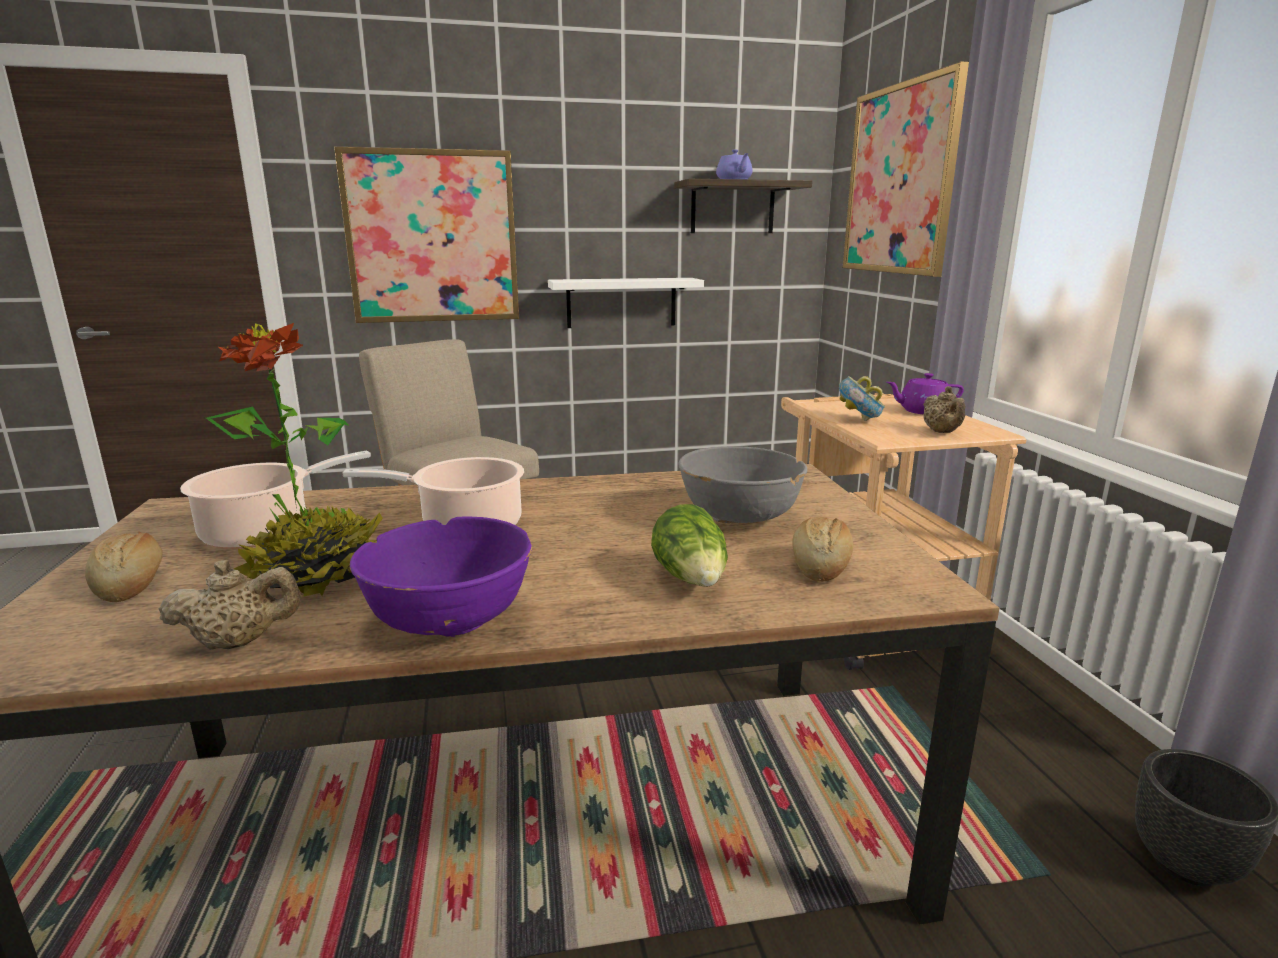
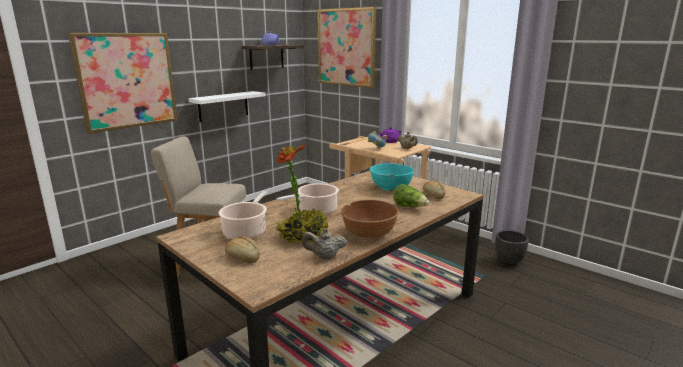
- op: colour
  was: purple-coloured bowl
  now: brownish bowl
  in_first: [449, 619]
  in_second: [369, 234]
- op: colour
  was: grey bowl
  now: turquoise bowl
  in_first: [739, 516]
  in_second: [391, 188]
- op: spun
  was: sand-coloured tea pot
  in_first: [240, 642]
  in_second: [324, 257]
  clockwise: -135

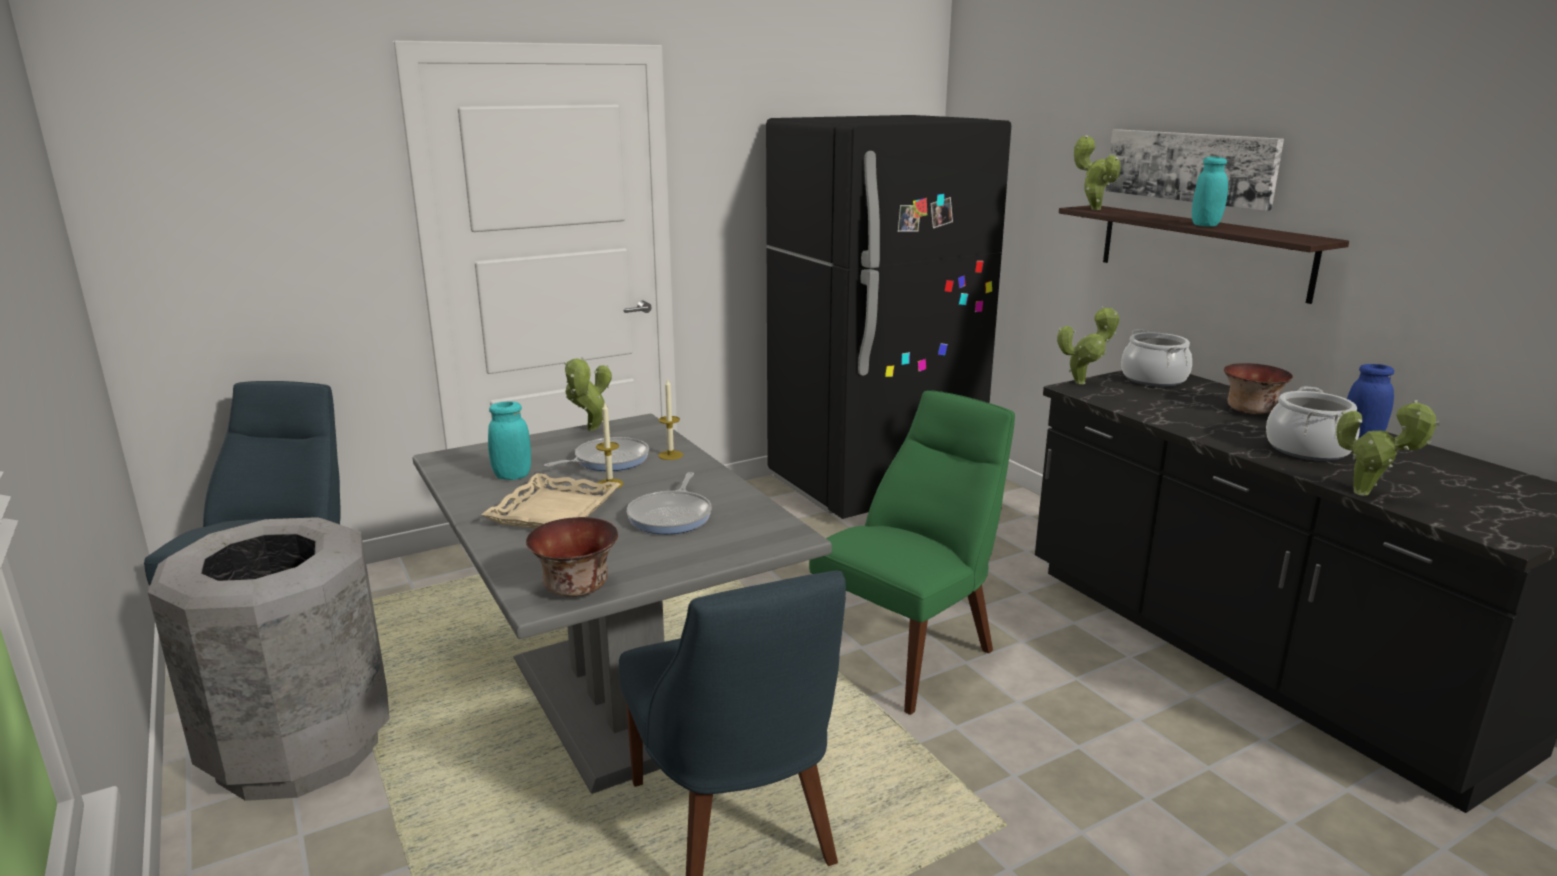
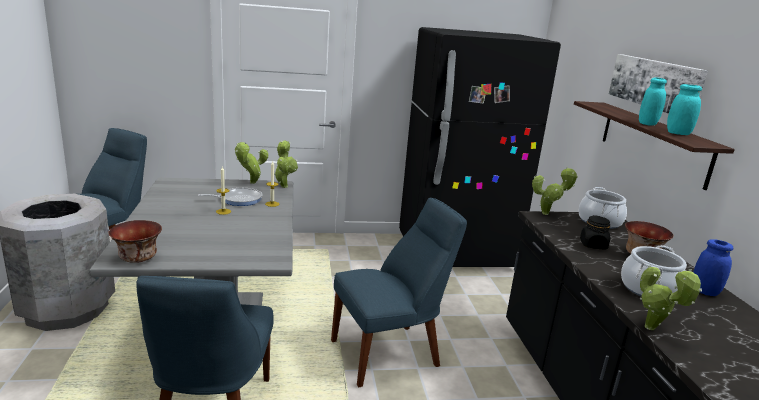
- op: missing
  was: sand-coloured carrying tray
  in_first: [555, 512]
- op: missing
  was: pan
  in_first: [672, 516]
- op: appeared
  now: blackish storage jar
  in_second: [593, 245]
- op: relocated
  was: turquoise storage jar
  in_first: [512, 476]
  in_second: [678, 133]
- op: relocated
  was: potted plant
  in_first: [1092, 209]
  in_second: [284, 186]
- op: colour
  was: green-coloured upright chair
  now: bluish upright chair
  in_first: [910, 653]
  in_second: [389, 353]

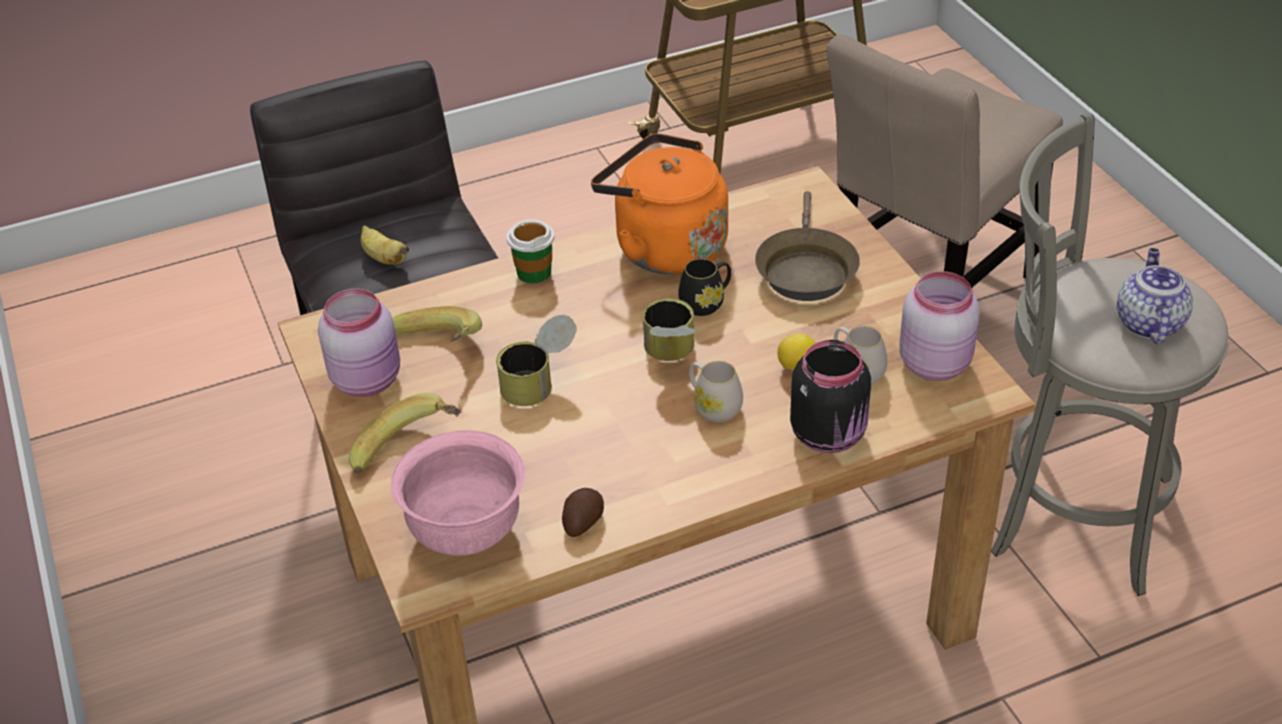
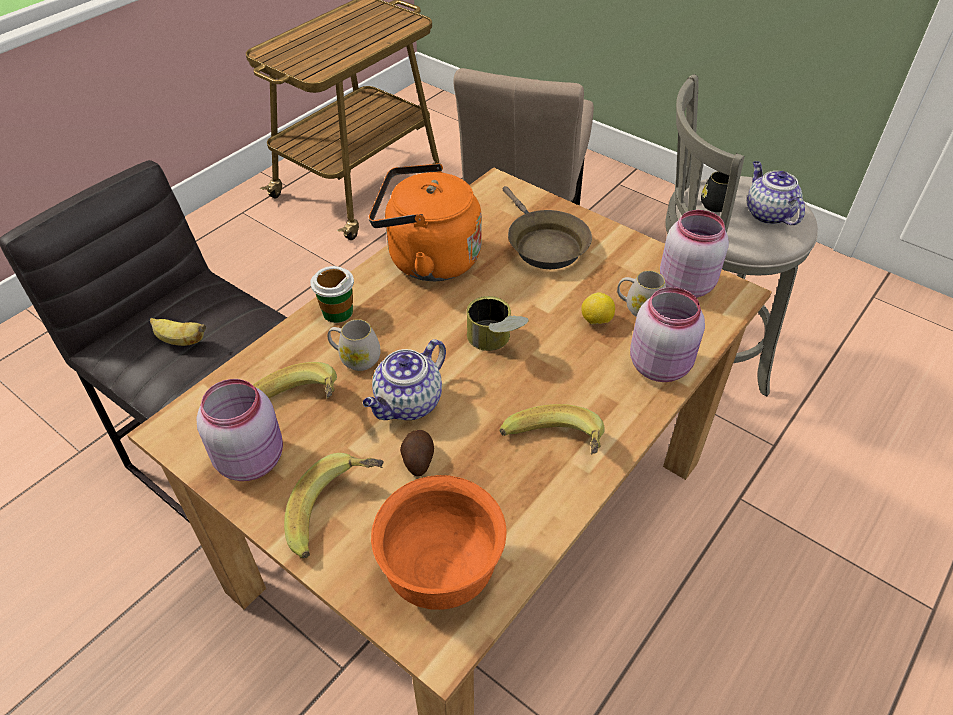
- op: appeared
  now: banana fruit
  in_second: [554, 450]
- op: relocated
  was: whole potato
  in_first: [582, 521]
  in_second: [417, 459]
- op: relocated
  was: blackish coffee mug
  in_first: [706, 302]
  in_second: [716, 202]
- op: relocated
  was: white-coloured coffee mug
  in_first: [713, 406]
  in_second: [355, 358]
- op: exchanged
  was: can
  now: tea pot
  in_first: [540, 382]
  in_second: [408, 404]
- op: colour
  was: pinkish bowl
  now: orange bowl
  in_first: [467, 532]
  in_second: [441, 572]
- op: colour
  was: blackish storage jar
  now: pinkish storage jar
  in_first: [830, 434]
  in_second: [660, 364]

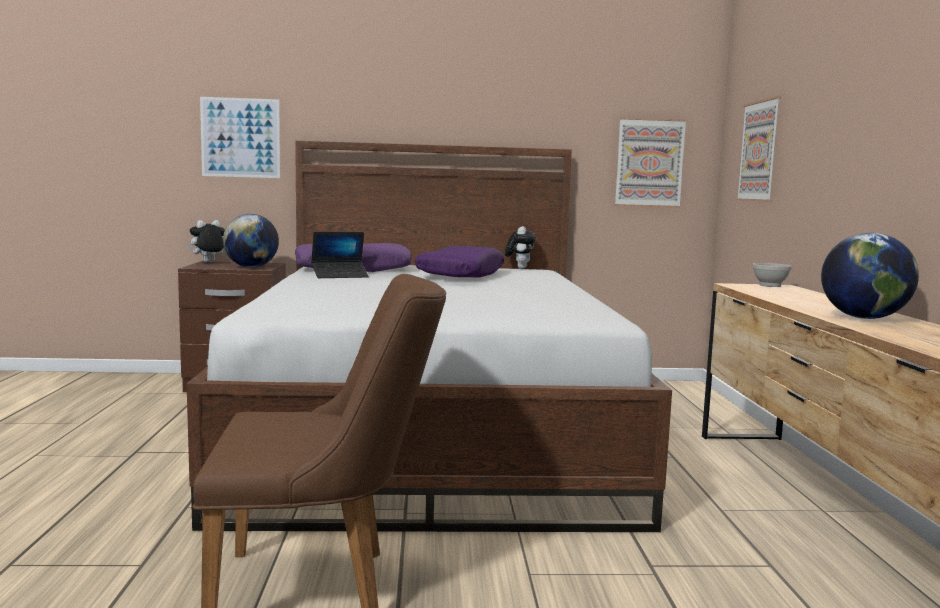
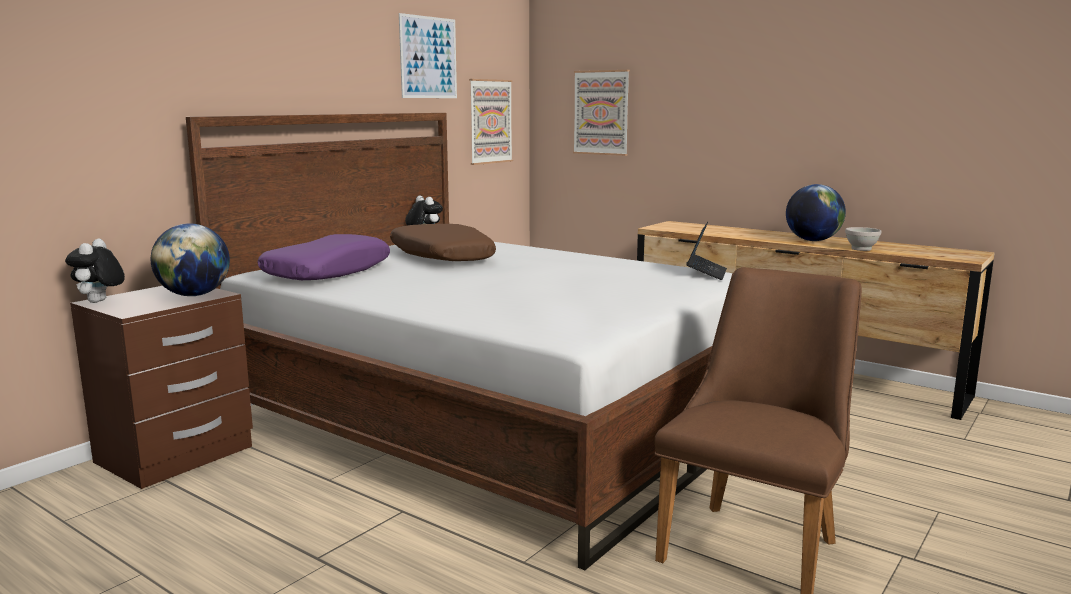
- op: relocated
  was: wall picture
  in_first: [240, 137]
  in_second: [428, 57]
- op: relocated
  was: laptop
  in_first: [340, 276]
  in_second: [706, 273]
- op: relocated
  was: white-coloured bowl
  in_first: [770, 285]
  in_second: [862, 249]
- op: colour
  was: purple-coloured pillow
  now: brownish pillow
  in_first: [460, 275]
  in_second: [440, 257]

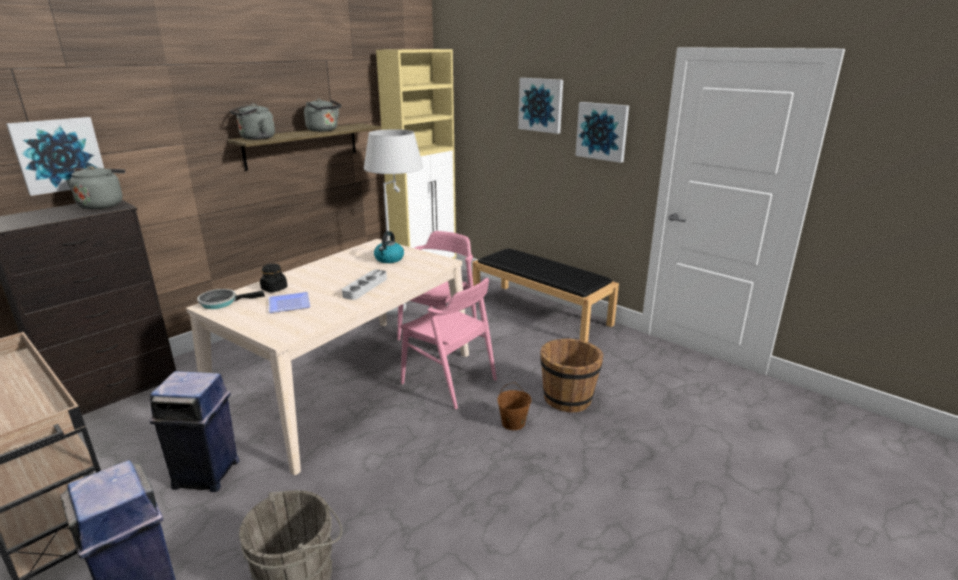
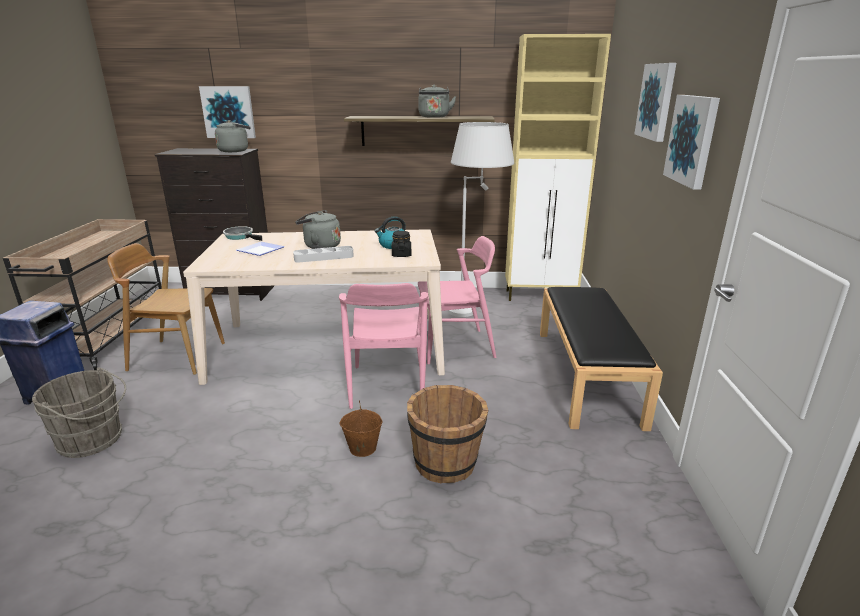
- op: relocated
  was: grey water kettle
  in_first: [255, 138]
  in_second: [320, 246]
- op: relocated
  was: blackish storage jar
  in_first: [274, 289]
  in_second: [401, 255]
- op: exchanged
  was: bluish waste bin
  now: brownish upright chair
  in_first: [207, 474]
  in_second: [177, 356]

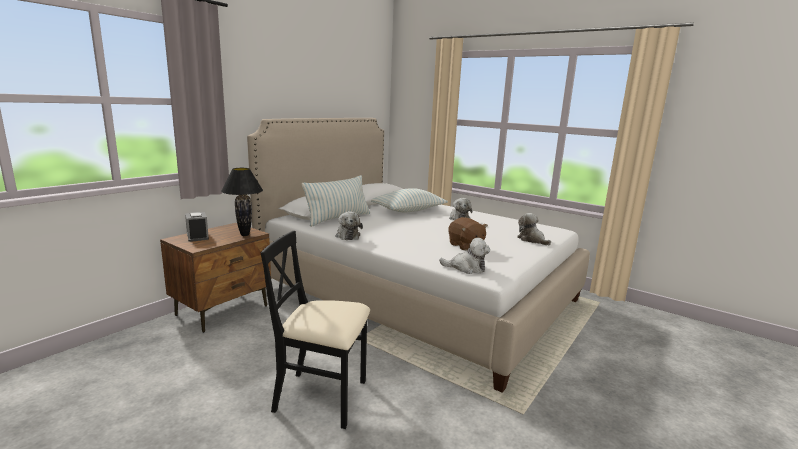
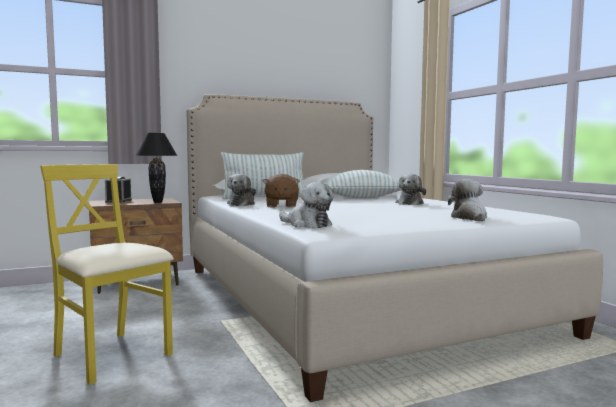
- op: relocated
  was: brownish soft toy
  in_first: [465, 246]
  in_second: [281, 205]
- op: colour
  was: blackish upright chair
  now: yellow-coloured upright chair
  in_first: [322, 397]
  in_second: [112, 356]

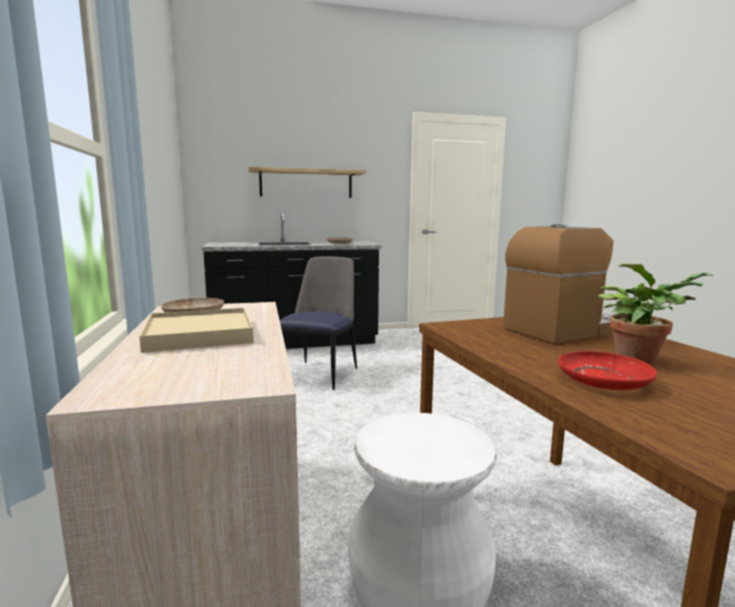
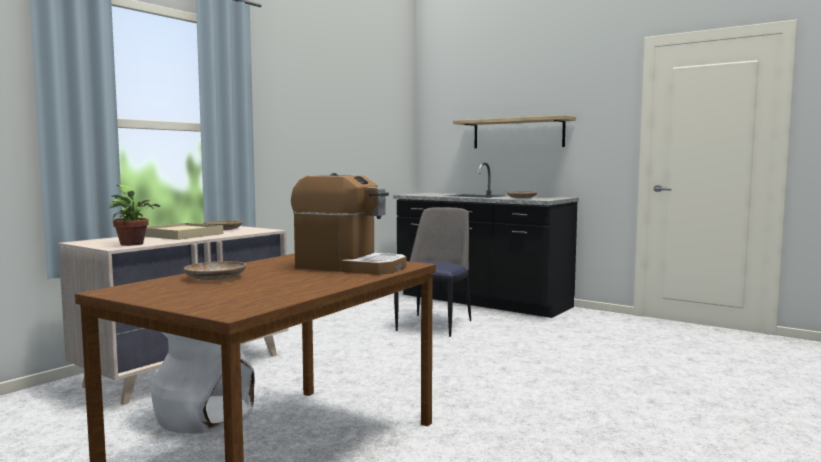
- op: relocated
  was: potted plant
  in_first: [640, 359]
  in_second: [133, 244]
- op: colour
  was: red dinner plate
  now: sand-coloured dinner plate
  in_first: [604, 381]
  in_second: [215, 277]
- op: spun
  was: upright chair
  in_first: [320, 374]
  in_second: [435, 325]
  clockwise: -45

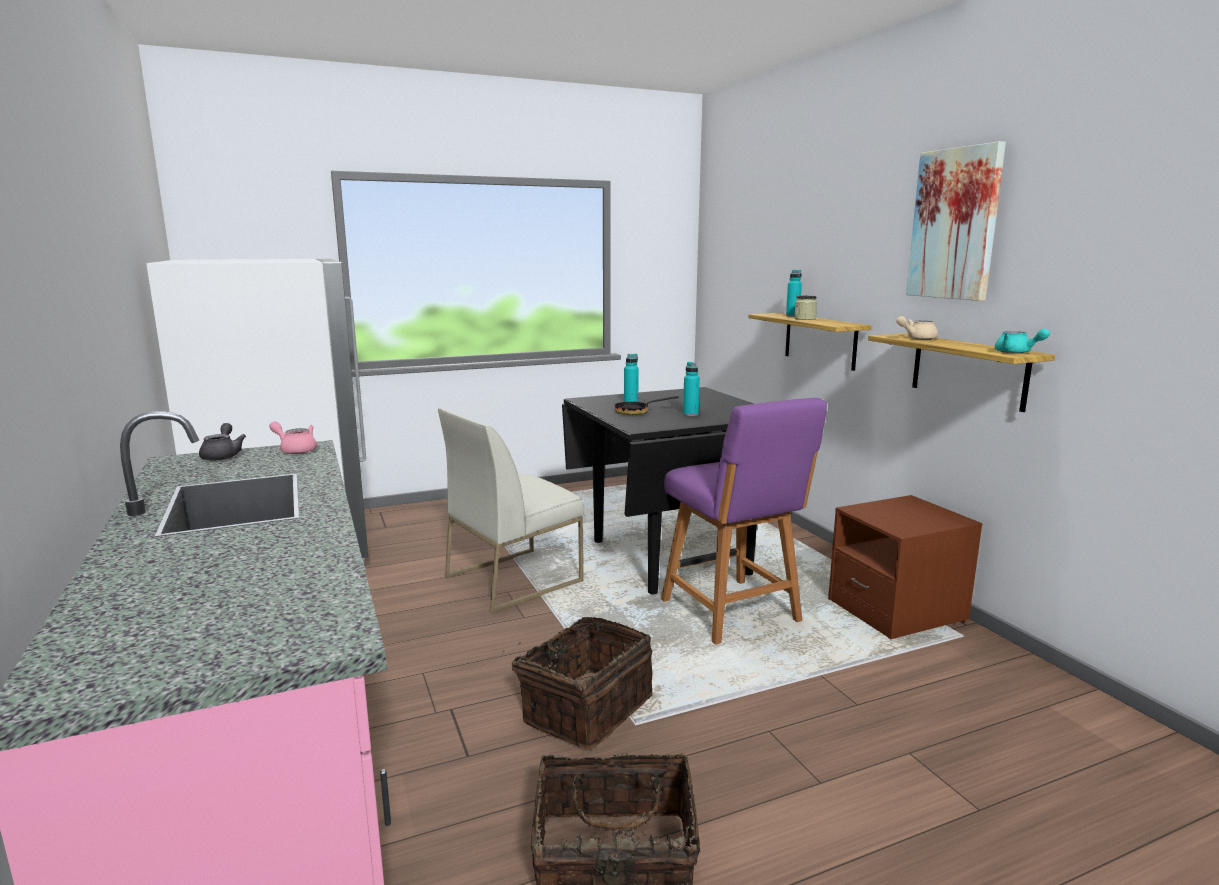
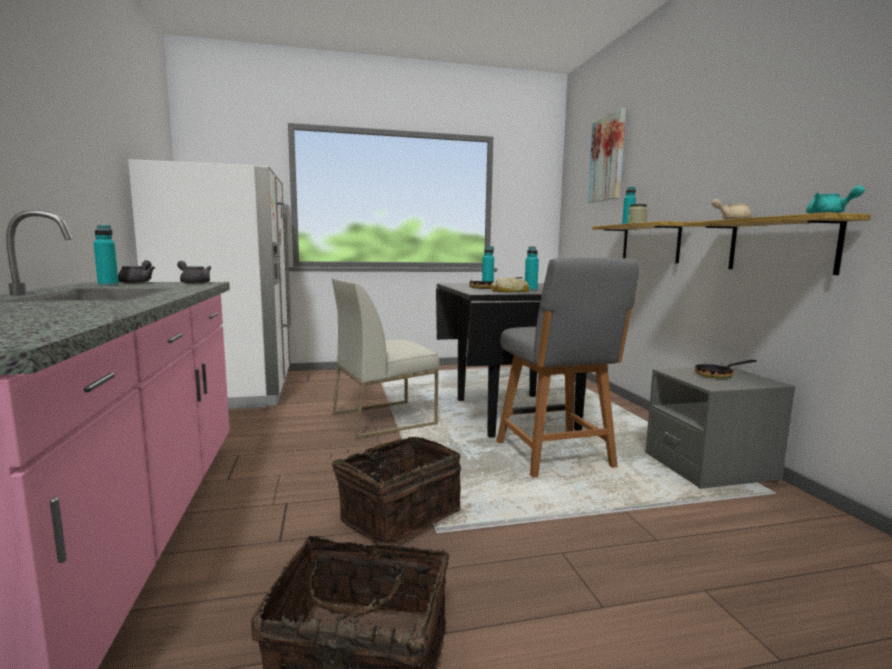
- op: appeared
  now: turquoise bottle
  in_second: [108, 285]
- op: appeared
  now: baked bread
  in_second: [510, 291]
- op: appeared
  now: pan
  in_second: [718, 375]
- op: relocated
  was: wall picture
  in_first: [955, 224]
  in_second: [607, 158]
- op: colour
  was: pinkish tea pot
  now: grey tea pot
  in_first: [295, 450]
  in_second: [193, 283]
- op: colour
  was: purple-coloured upright chair
  now: grey upright chair
  in_first: [732, 613]
  in_second: [555, 456]
- op: colour
  was: brownish nightstand
  now: grey nightstand
  in_first: [896, 610]
  in_second: [709, 467]

